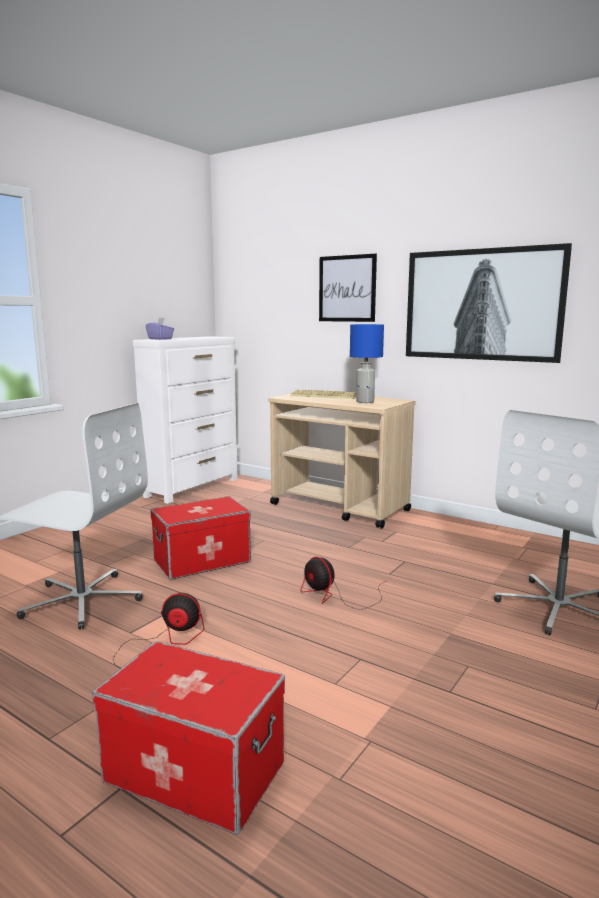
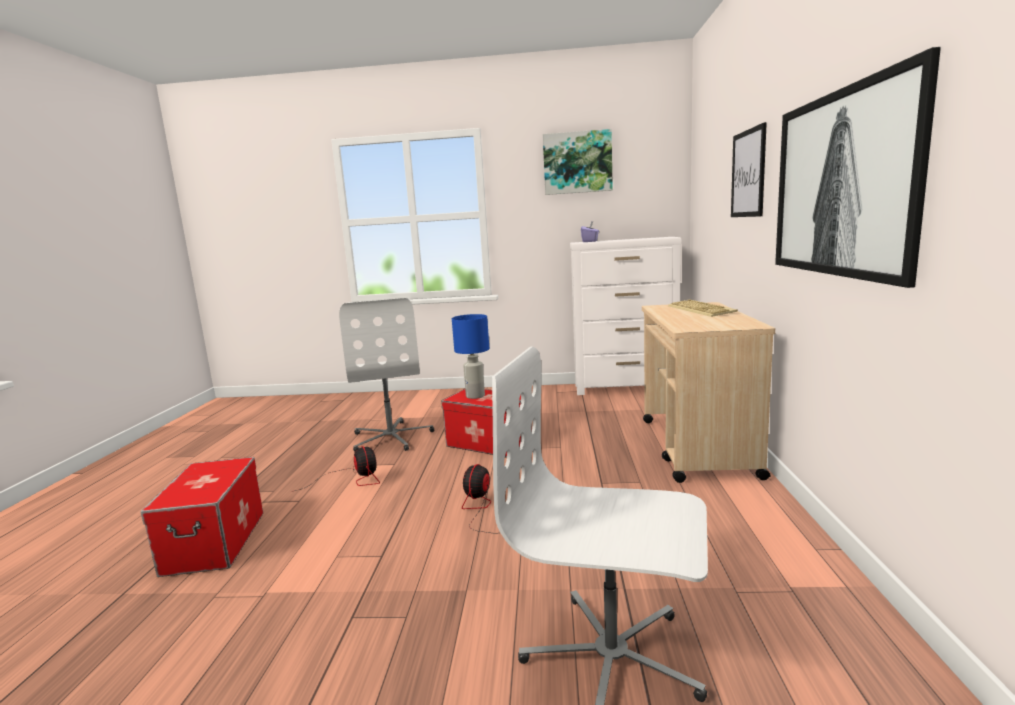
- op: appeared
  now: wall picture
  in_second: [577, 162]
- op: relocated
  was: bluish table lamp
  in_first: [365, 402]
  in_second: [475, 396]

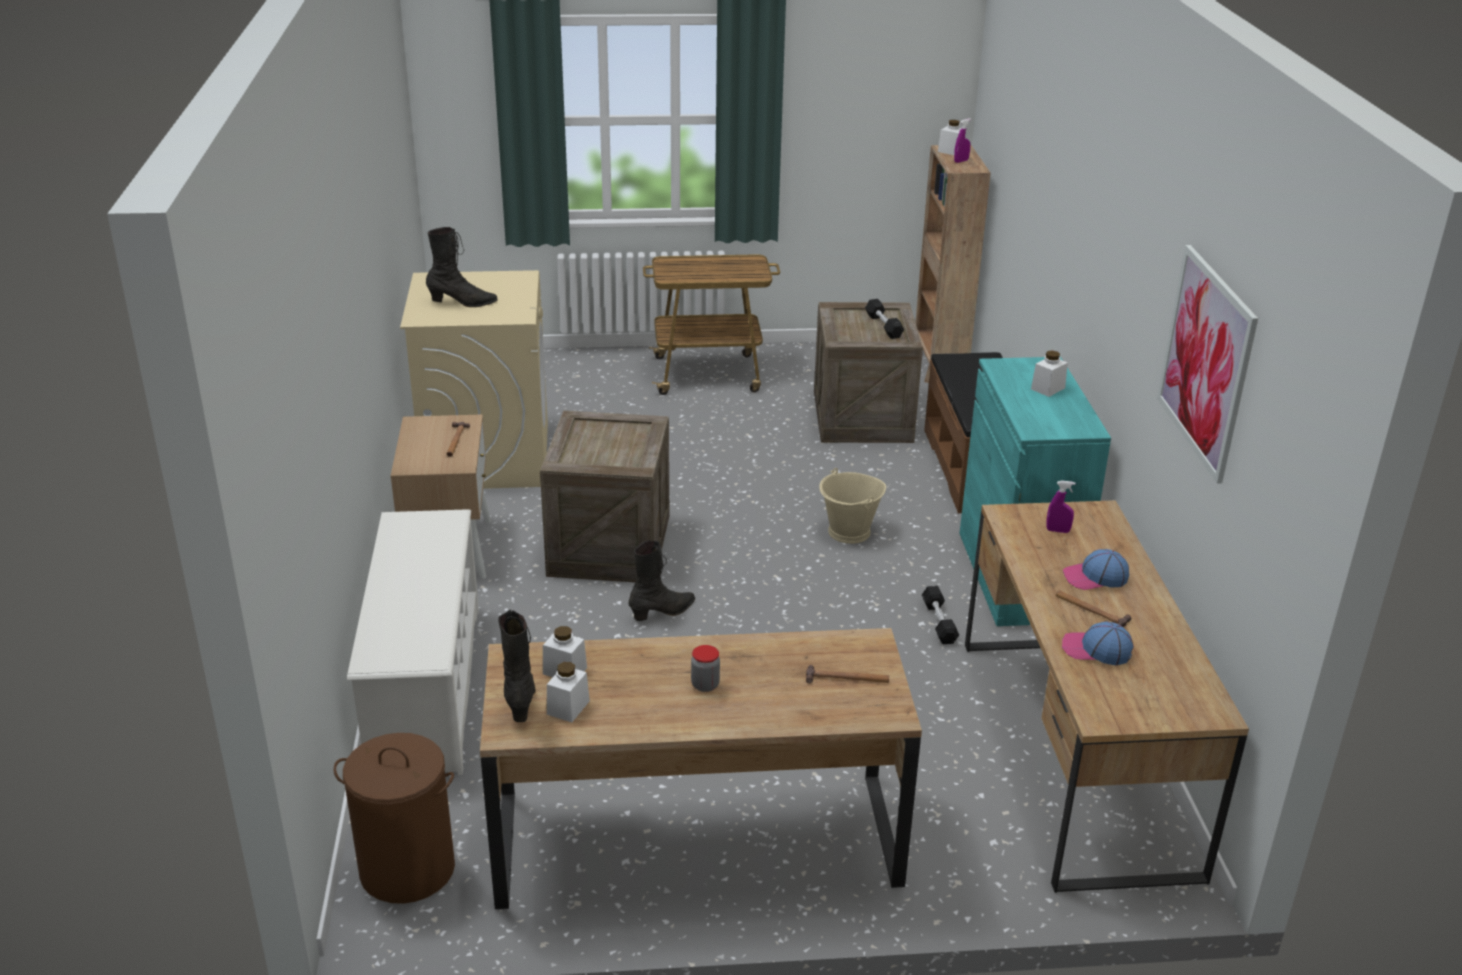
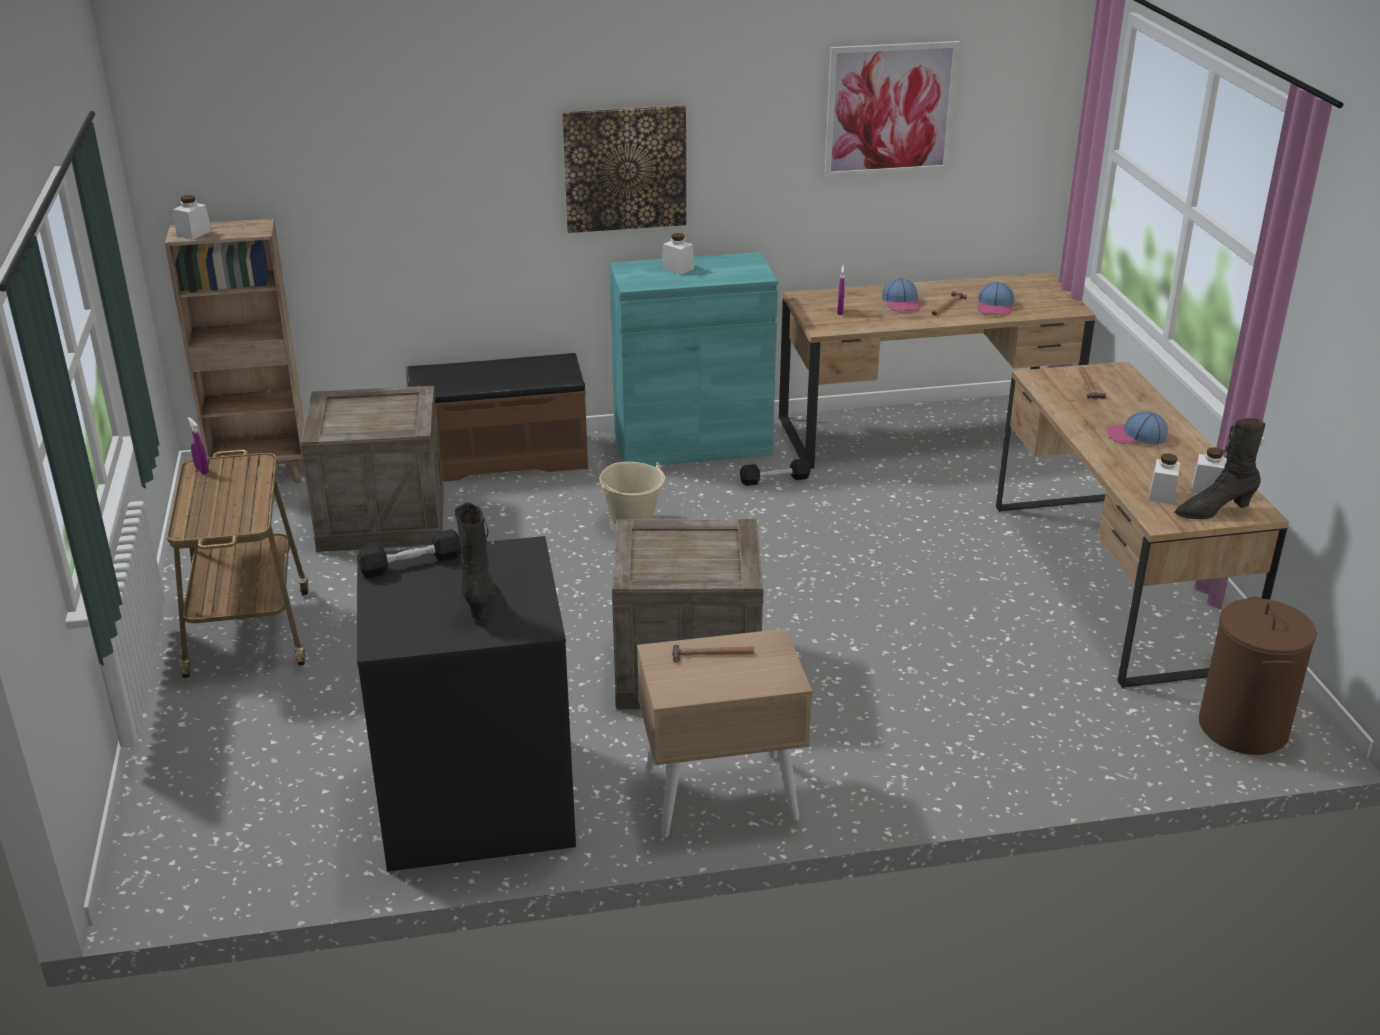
- op: missing
  was: white-coloured shoe shelf
  in_first: [425, 687]
- op: missing
  was: blackish tall boot
  in_first: [663, 612]
- op: appeared
  now: wall picture
  in_second: [625, 168]
- op: relocated
  was: blackish hand weight
  in_first: [883, 326]
  in_second: [411, 564]
- op: relocated
  was: purple-coloured sprayer
  in_first: [961, 161]
  in_second: [202, 470]
- op: exchanged
  was: storage jar
  now: peaked cap
  in_first: [705, 685]
  in_second: [1136, 436]
- op: colour
  was: sand-coloured laundry machine
  now: blackish laundry machine
  in_first: [486, 455]
  in_second: [475, 800]

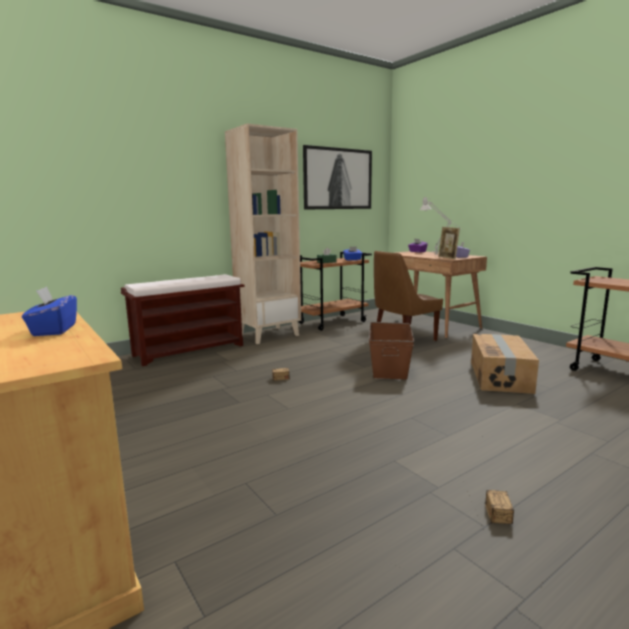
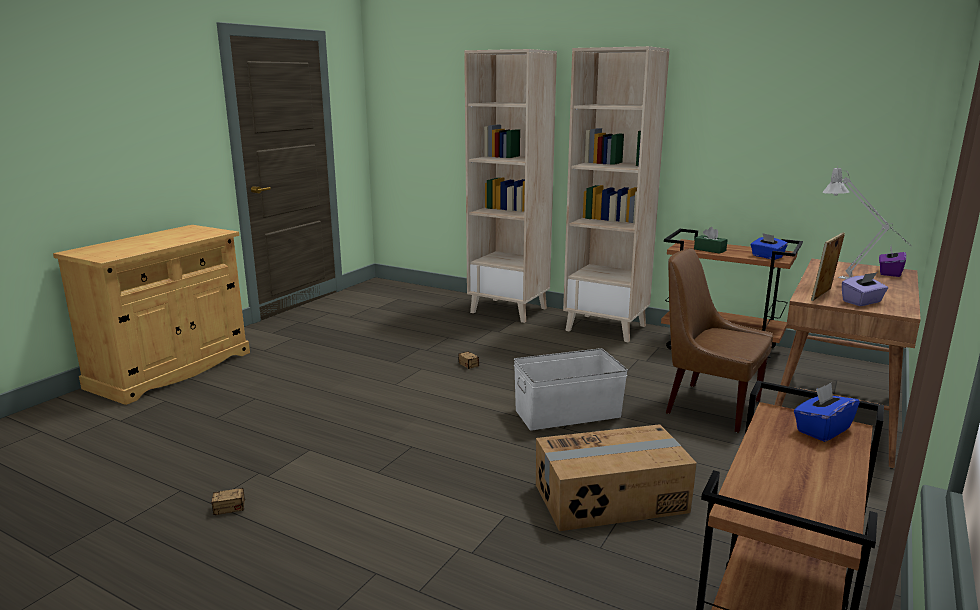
- op: missing
  was: wall picture
  in_first: [338, 179]
- op: relocated
  was: bluish tissue holder
  in_first: [54, 330]
  in_second: [822, 430]
- op: exchanged
  was: brownish long seat
  now: sand-coloured bookshelf
  in_first: [190, 350]
  in_second: [509, 310]
- op: colour
  was: brownish storage box
  now: white-coloured storage box
  in_first: [390, 366]
  in_second: [568, 414]

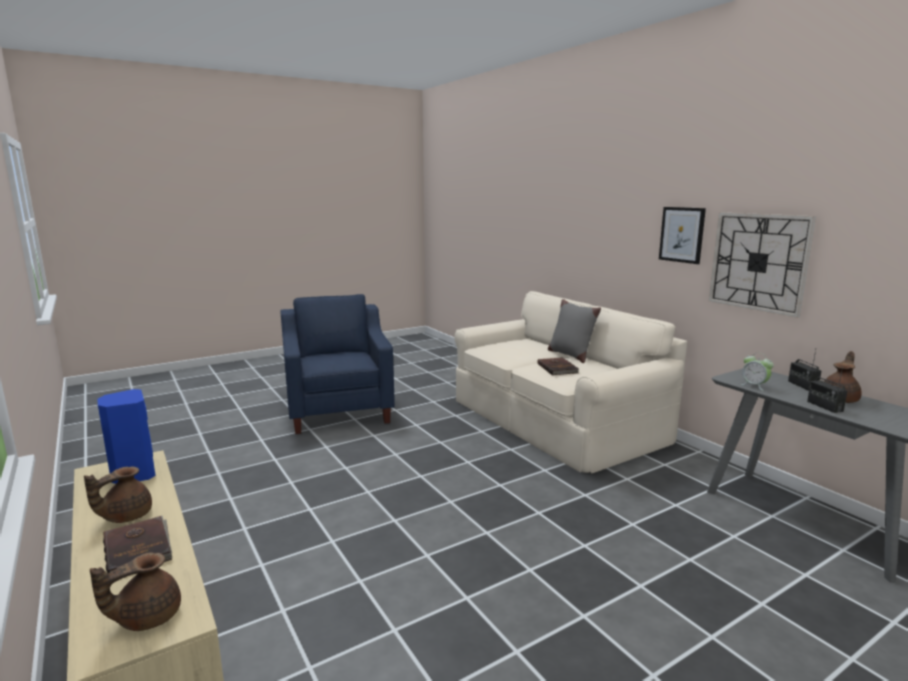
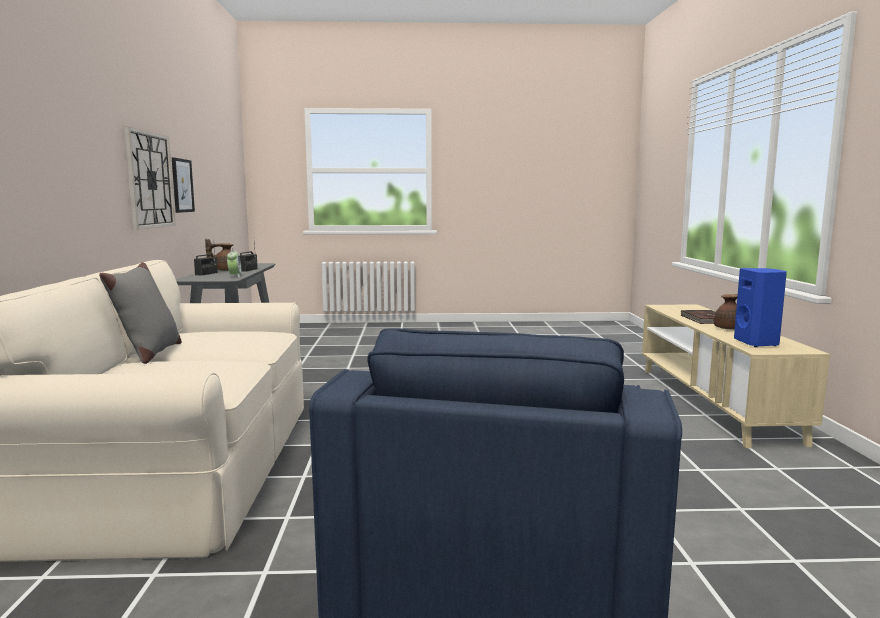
- op: missing
  was: brownish tea pot
  in_first: [147, 617]
- op: missing
  was: brownish volume
  in_first: [558, 368]
- op: relocated
  was: wall picture
  in_first: [682, 234]
  in_second: [182, 185]

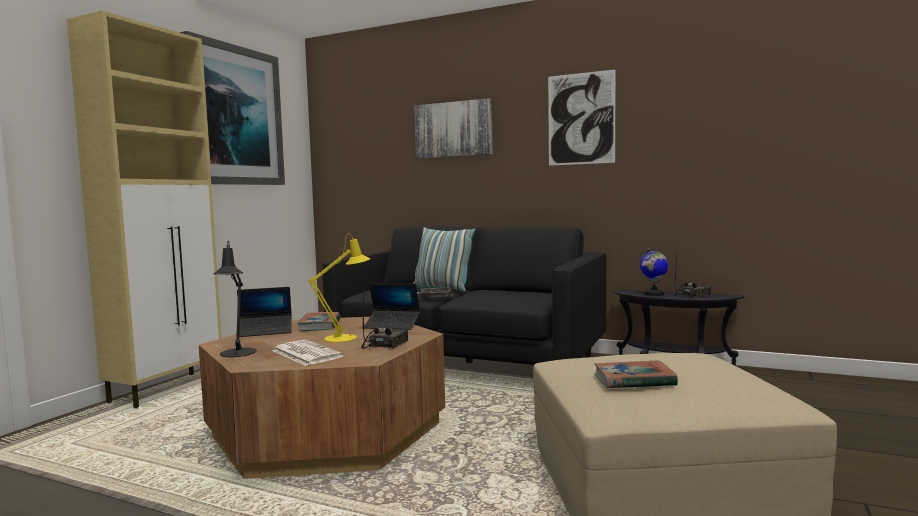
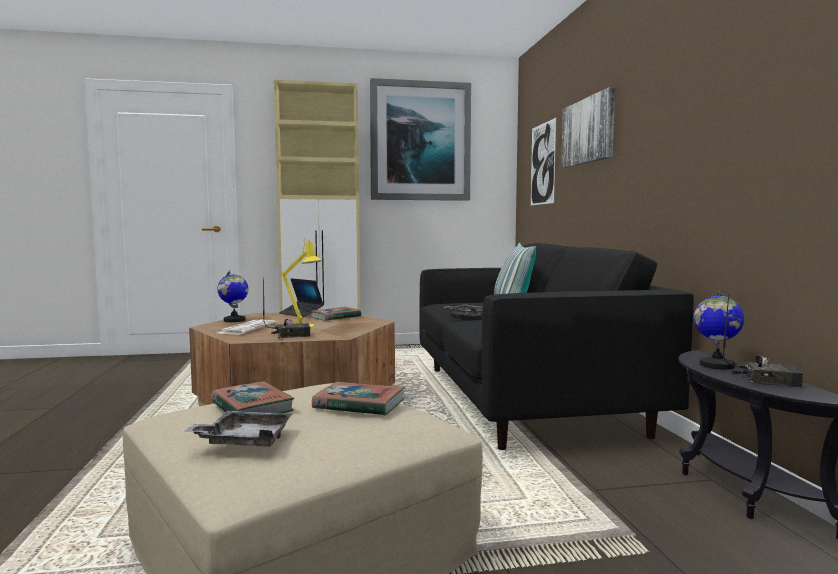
- op: missing
  was: laptop
  in_first: [392, 325]
- op: appeared
  now: grey carrying tray
  in_second: [244, 440]
- op: appeared
  now: volume
  in_second: [359, 404]
- op: relocated
  was: wall picture
  in_first: [581, 119]
  in_second: [542, 164]
- op: exchanged
  was: blackish table lamp
  now: desk globe
  in_first: [237, 354]
  in_second: [234, 320]

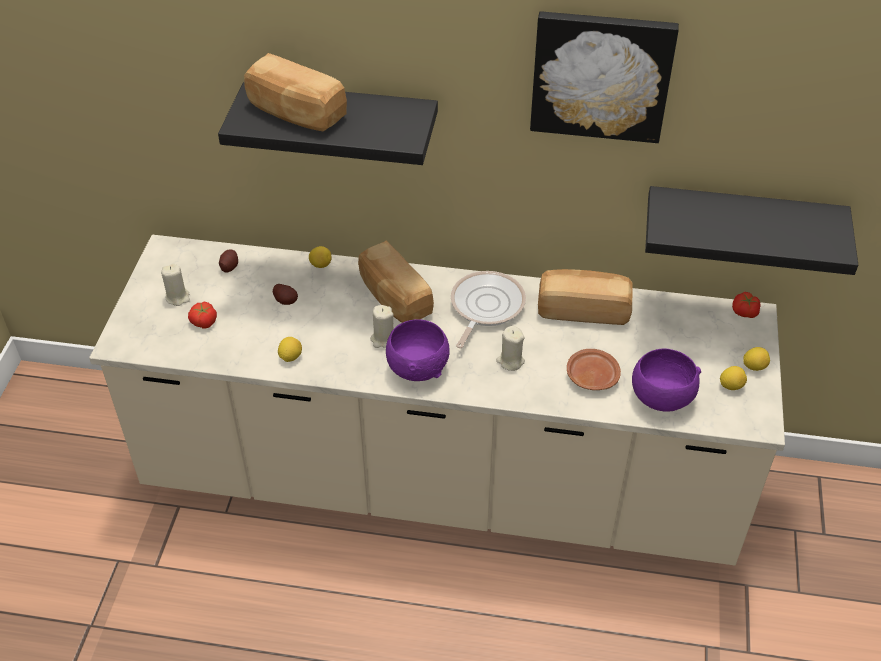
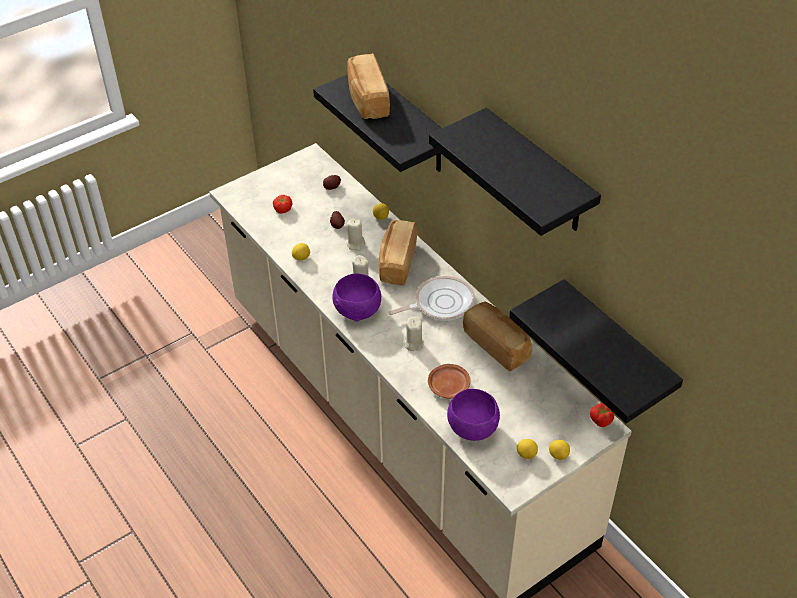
- op: relocated
  was: sand-coloured wax light
  in_first: [177, 297]
  in_second: [355, 244]
- op: exchanged
  was: wall picture
  now: blackish shelf
  in_first: [601, 75]
  in_second: [538, 173]

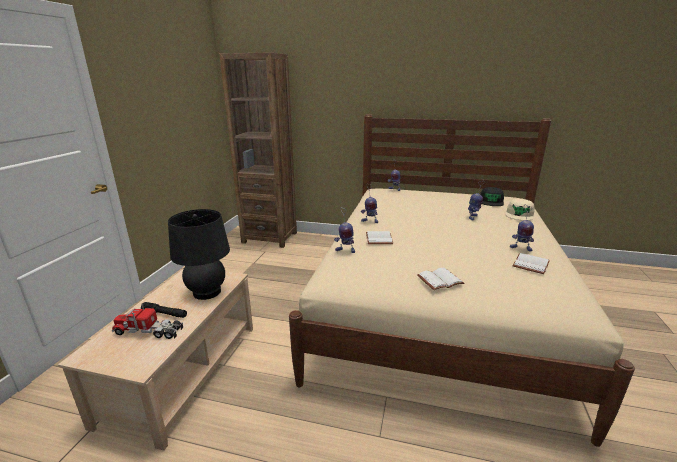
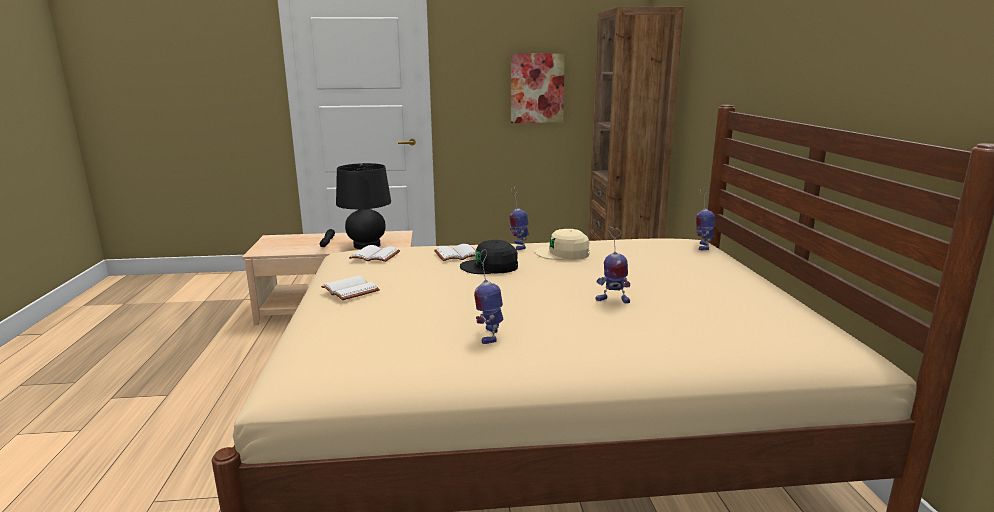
- op: missing
  was: toy lorry
  in_first: [149, 331]
- op: missing
  was: robot figure
  in_first: [345, 250]
- op: appeared
  now: wall picture
  in_second: [537, 88]
- op: relocated
  was: blackish peaked cap
  in_first: [491, 201]
  in_second: [490, 266]
- op: relocated
  was: sand-coloured peaked cap
  in_first: [519, 214]
  in_second: [563, 253]
- op: relocated
  was: white-coloured volume
  in_first: [529, 264]
  in_second: [376, 255]

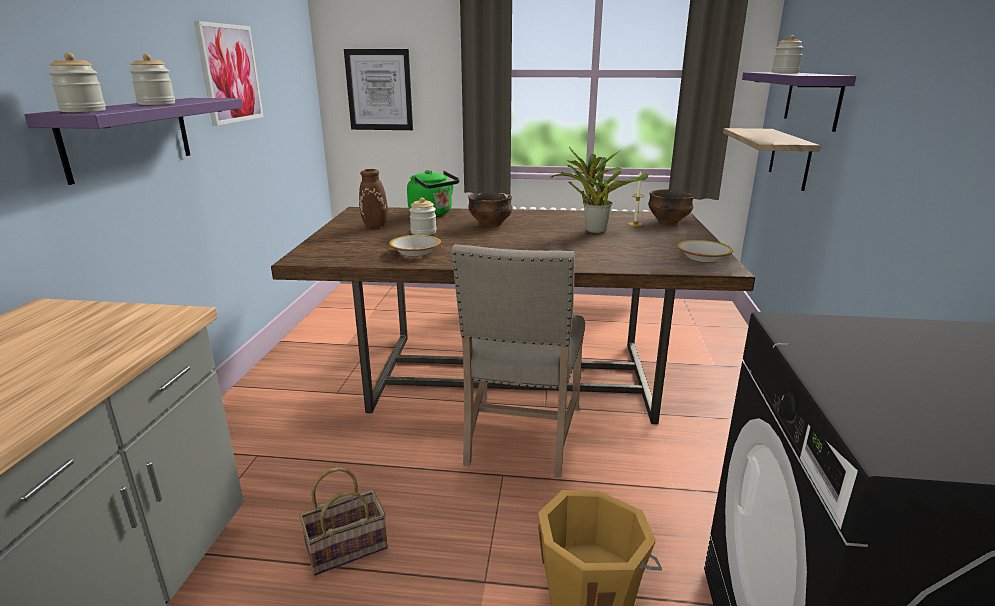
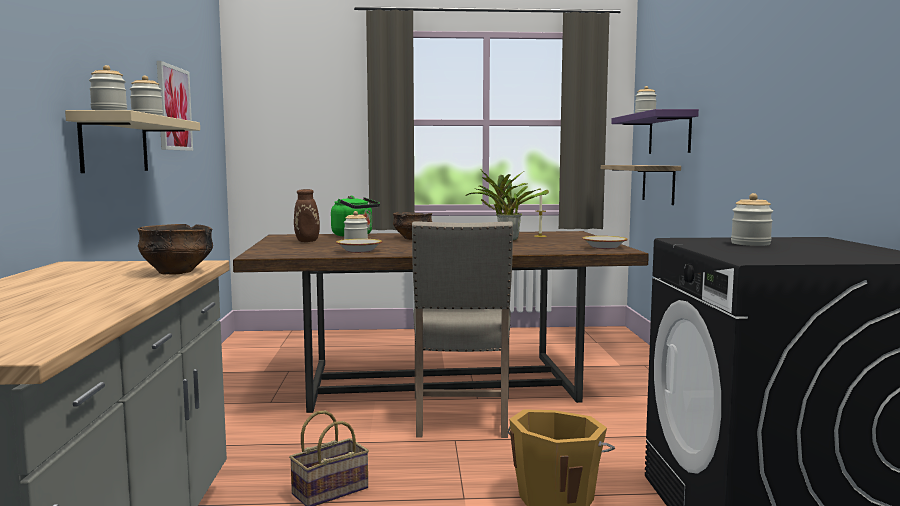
- op: missing
  was: wall picture
  in_first: [379, 90]
- op: appeared
  now: storage jar
  in_second: [750, 244]
- op: relocated
  was: bowl
  in_first: [668, 221]
  in_second: [176, 272]
- op: colour
  was: purple-coloured shelf
  now: sand-coloured shelf
  in_first: [129, 136]
  in_second: [115, 144]

